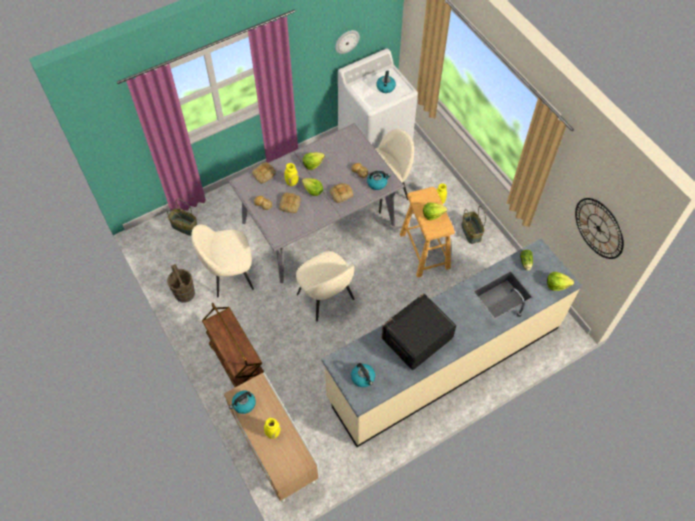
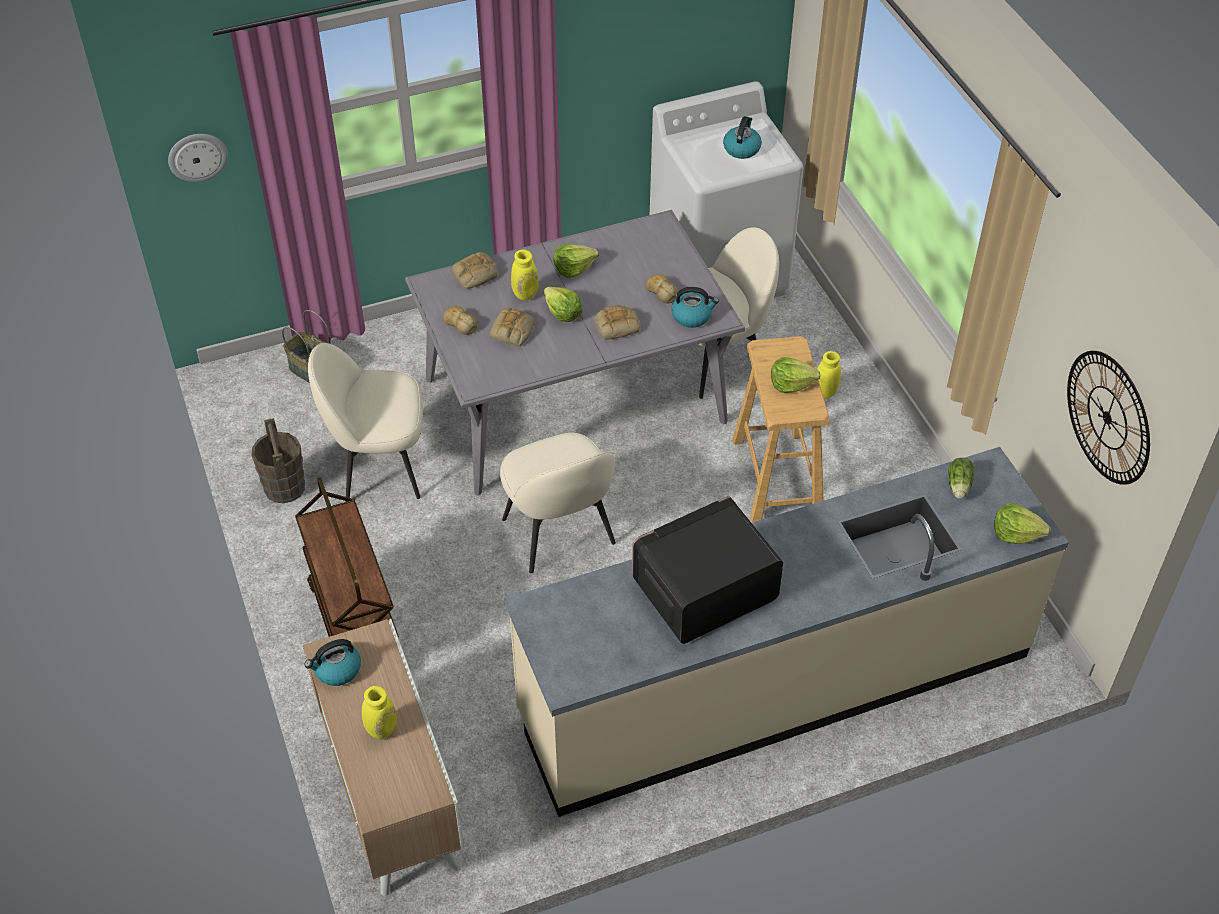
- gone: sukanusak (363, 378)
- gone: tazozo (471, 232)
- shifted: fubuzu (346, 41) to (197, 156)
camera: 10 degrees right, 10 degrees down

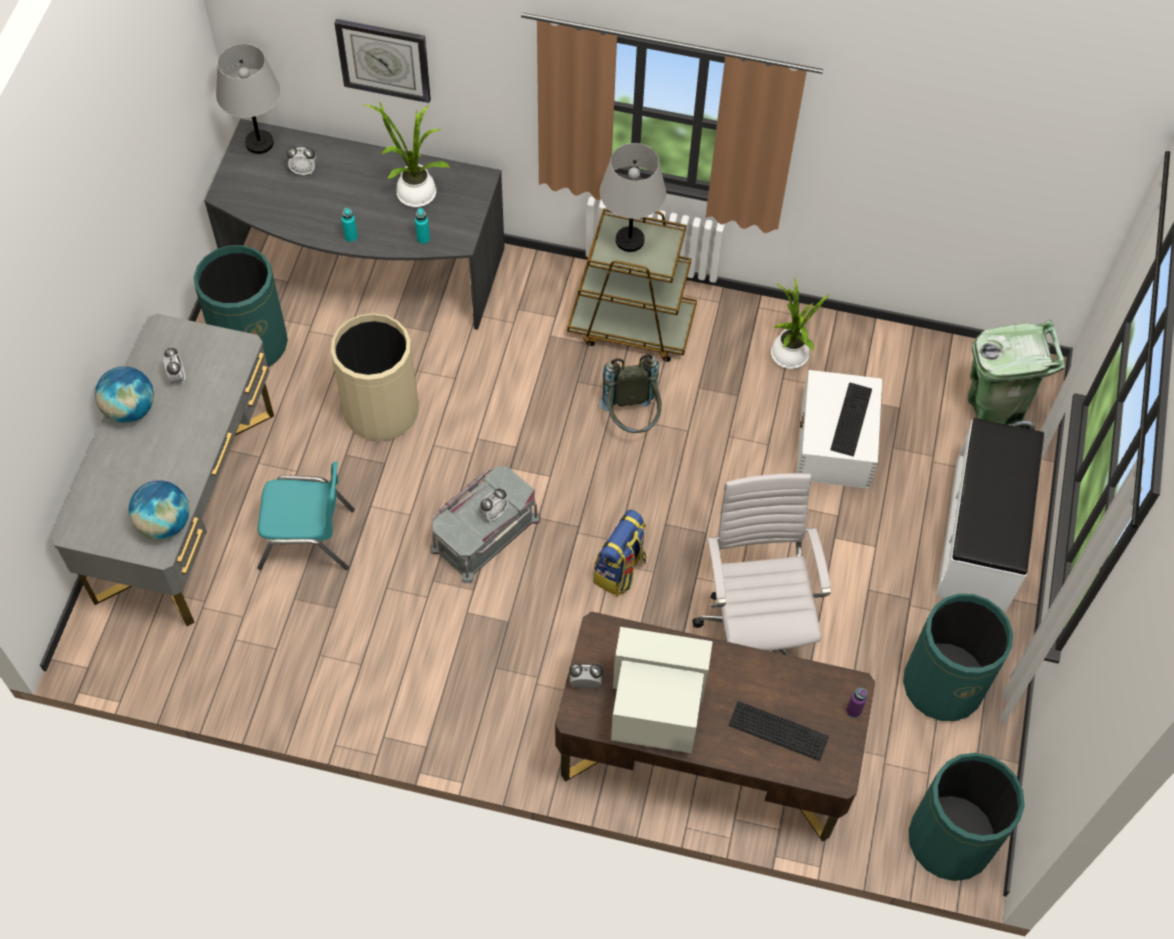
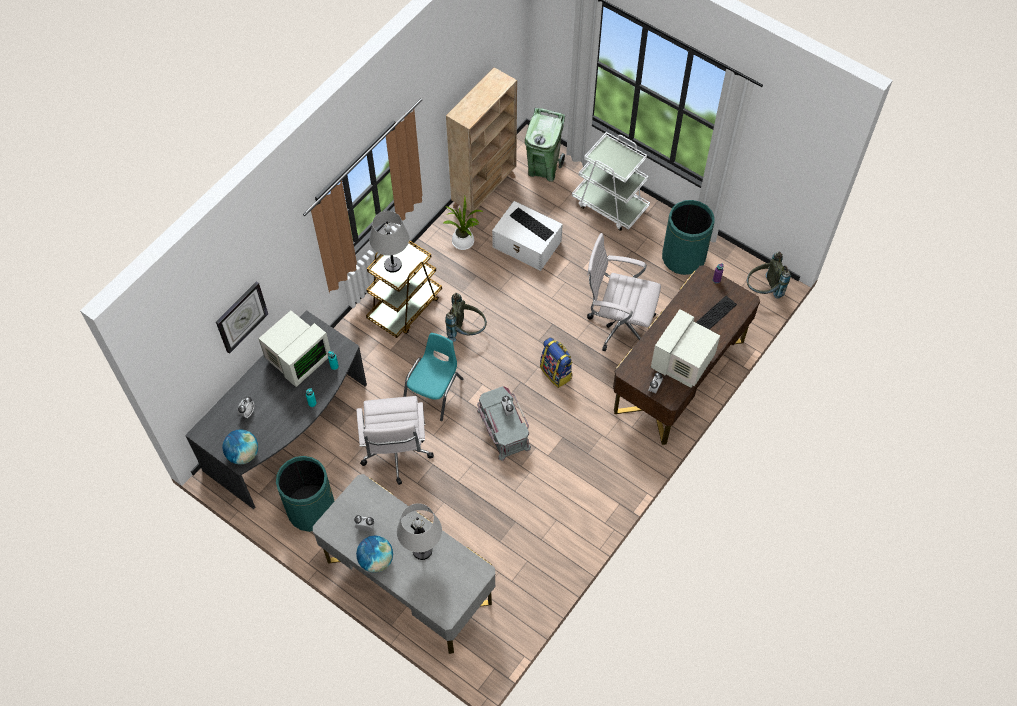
- new: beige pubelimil (485, 191)
- shifted: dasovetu (164, 523) to (243, 454)
- shifted: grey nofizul (259, 143) to (422, 550)
- shifted: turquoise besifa (307, 538) to (434, 392)
- swapped: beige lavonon (381, 411) to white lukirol (396, 454)
- swapped: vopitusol (413, 192) to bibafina (297, 360)
- swapped: green lavonon (950, 840) to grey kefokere (763, 290)
- swapped: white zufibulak (982, 535) to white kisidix (610, 205)
camera: 65 degrees left, 0 degrees up

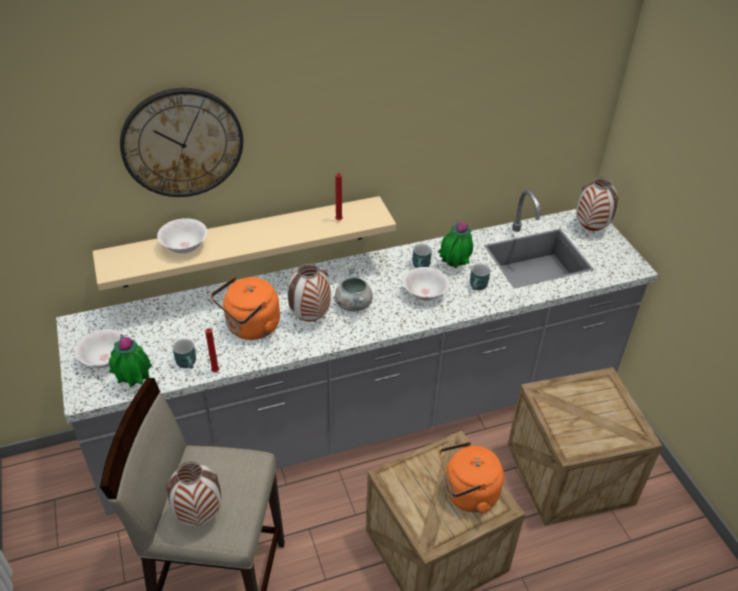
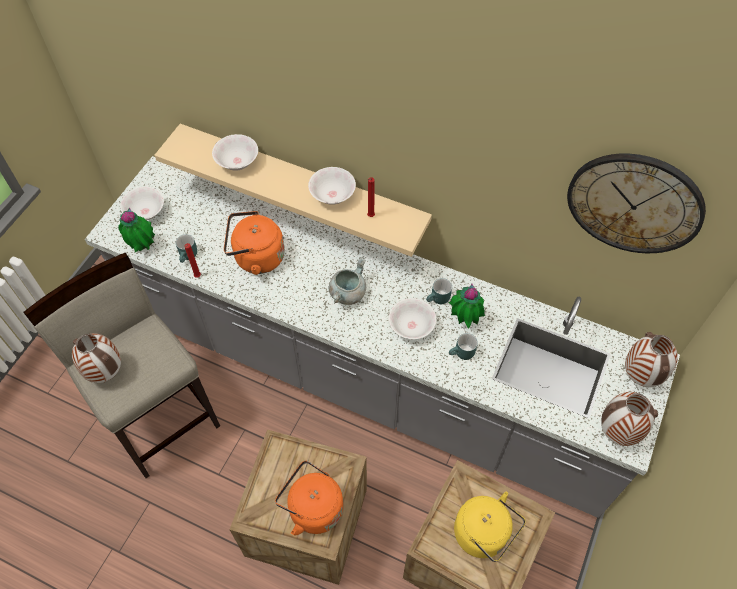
- new: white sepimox (332, 196)
- new: yellow sukanusak (484, 535)
- shifted: fubuzu (182, 143) to (634, 203)
- shifted: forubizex (310, 319) to (616, 433)
camera: 45 degrees right, 15 degrees up

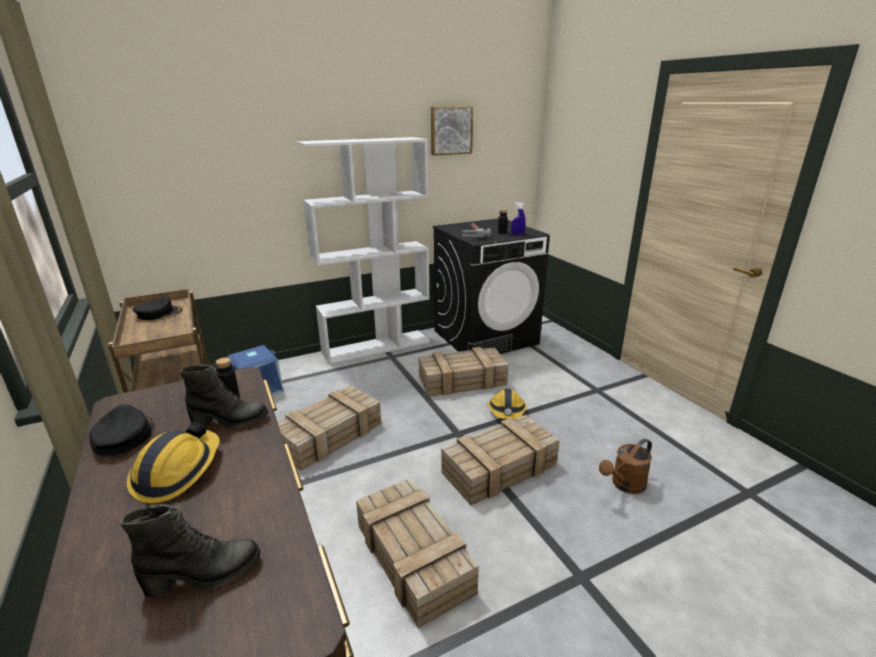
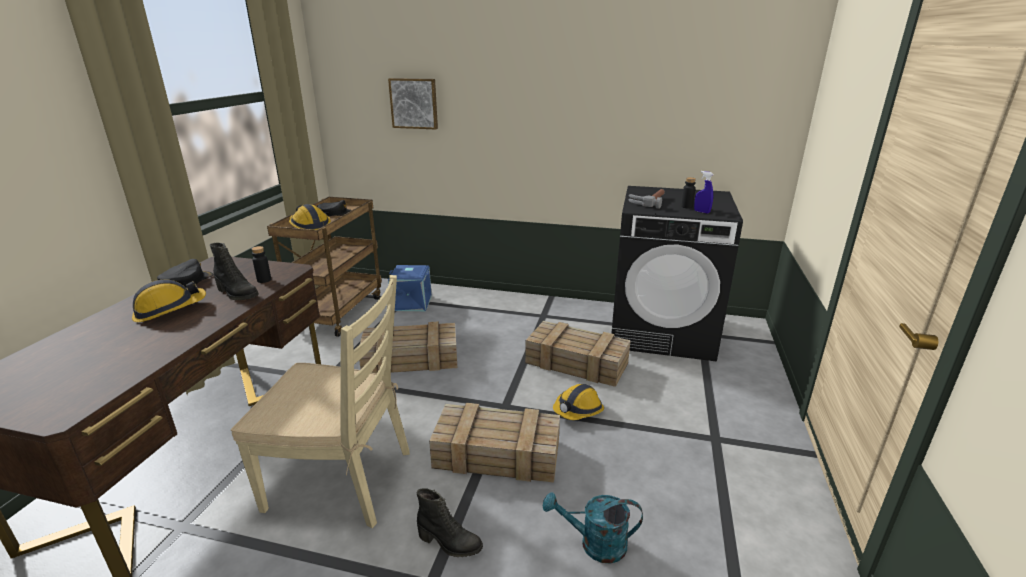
- gone: white pubelimil (376, 347)
- new: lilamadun (309, 225)
- shifted: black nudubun (204, 576) to (449, 543)
- shifted: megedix (450, 130) to (414, 103)
- swapped: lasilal (415, 559) to beige besifa (341, 479)
- repainted: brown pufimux (624, 485) to turquoise pufimux (594, 544)
camera: 40 degrees right, 0 degrees up

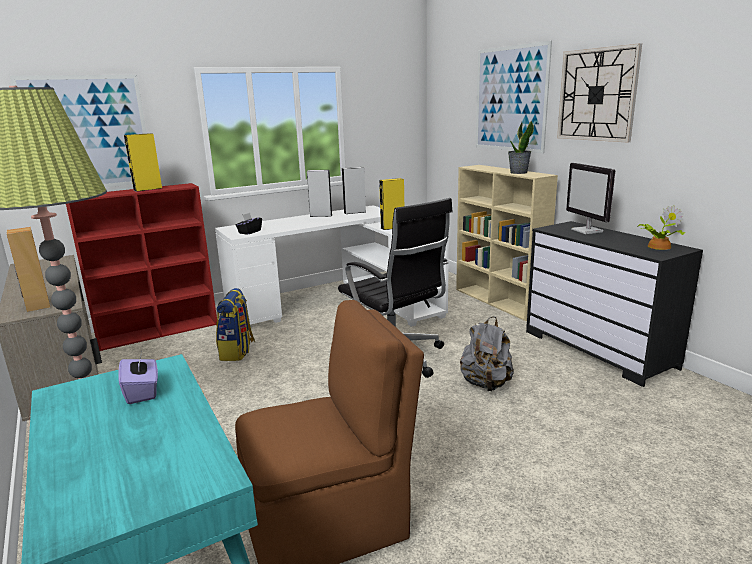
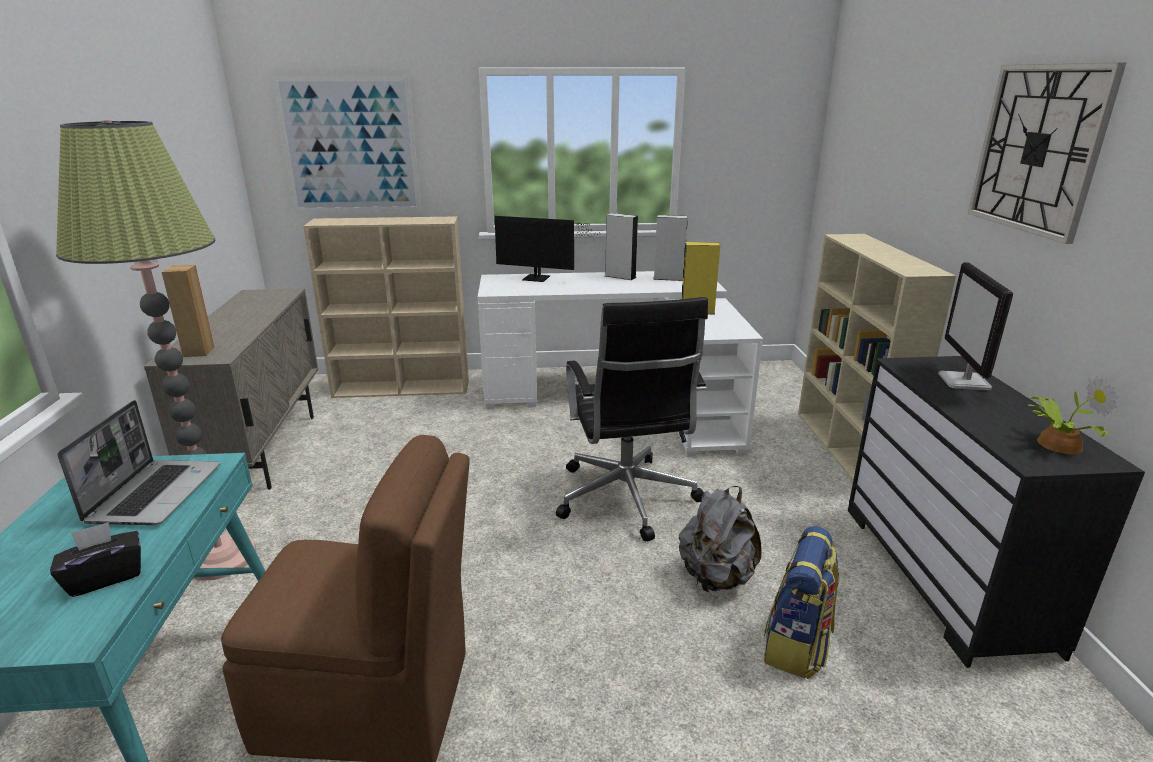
- gone: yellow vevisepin (148, 189)
- gone: megedix (510, 99)
- gone: vopitusol (518, 172)
- new: bibafina (540, 278)
- shifted: kefokere (237, 352) to (797, 646)
- shifted: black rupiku (249, 232) to (105, 577)
- swapped: purple rupiku (142, 392) to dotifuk (155, 493)
- repainted: red pubelimil (159, 331) to beige pubelimil (403, 388)
camera: 25 degrees right, 5 degrees up

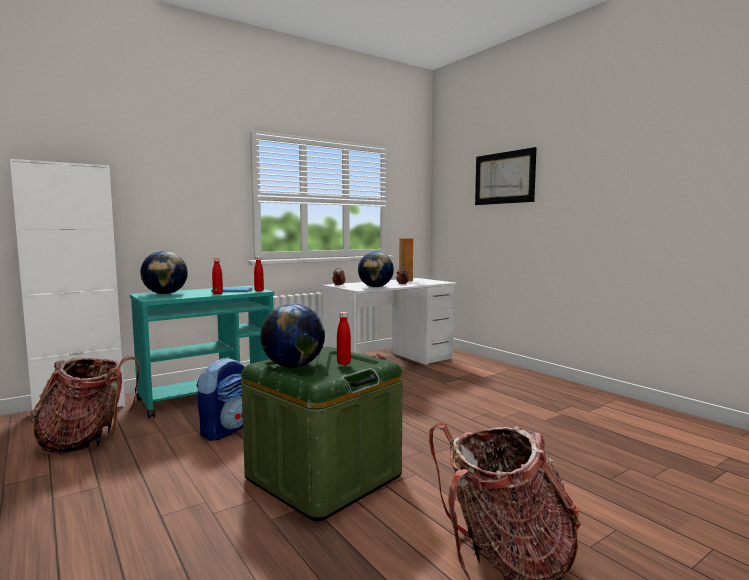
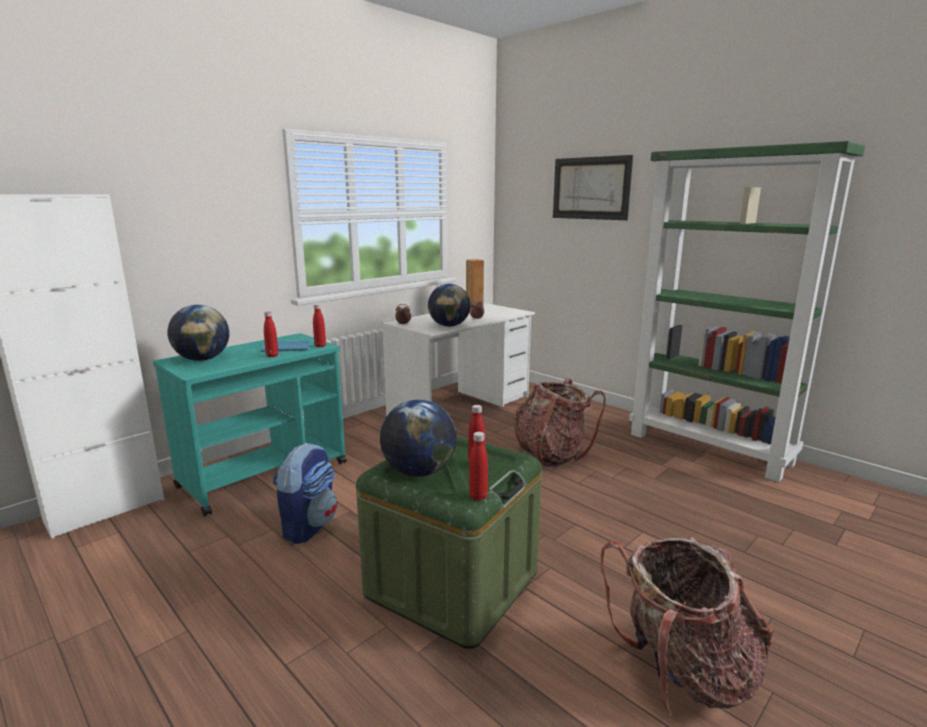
- new: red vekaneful (478, 496)
- new: green pubelimil (710, 448)
- shifted: kefokere (87, 440) to (551, 454)
camera: 10 degrees left, 10 degrees up

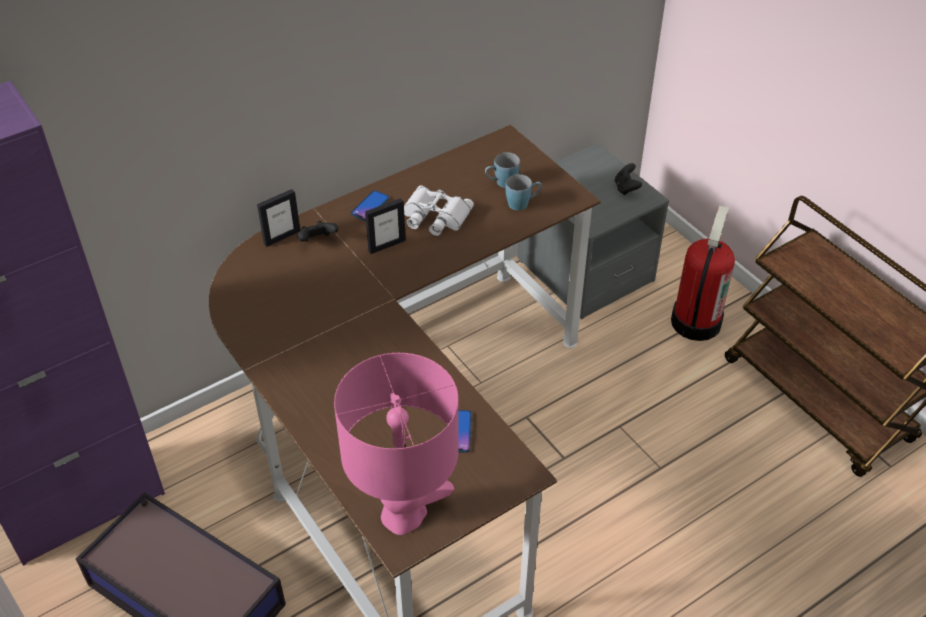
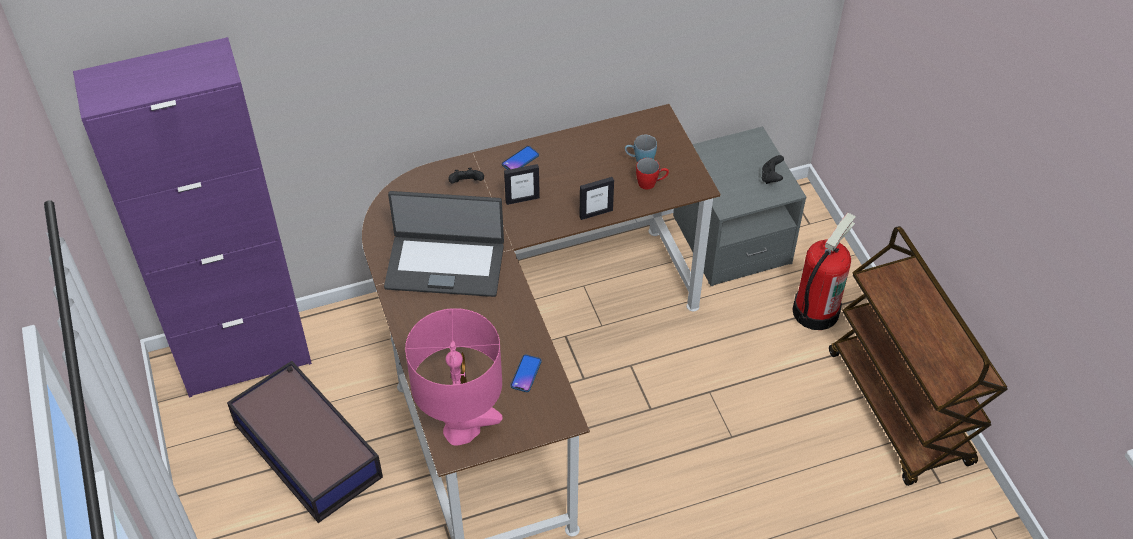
- gone: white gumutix (434, 216)
- new: dotifuk (445, 265)
- shifted: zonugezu (282, 237) to (596, 213)
- repainted: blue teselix (522, 203) to red teselix (651, 183)
camera: 15 degrees right, 5 degrees up

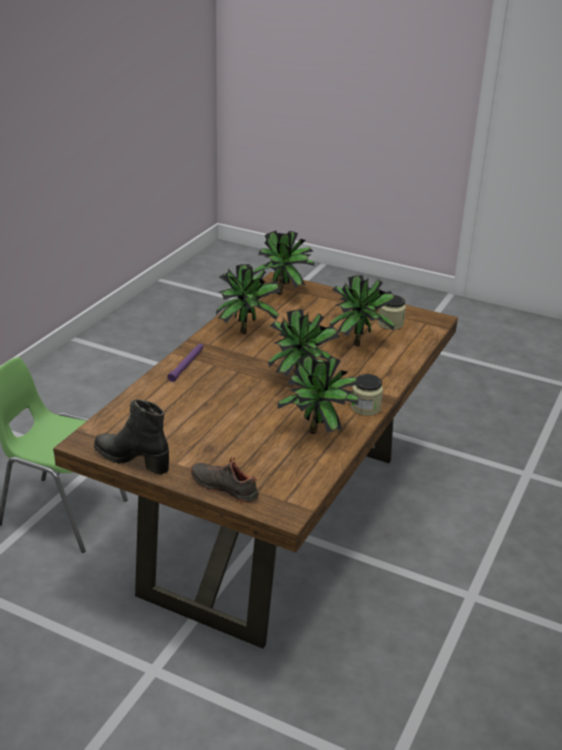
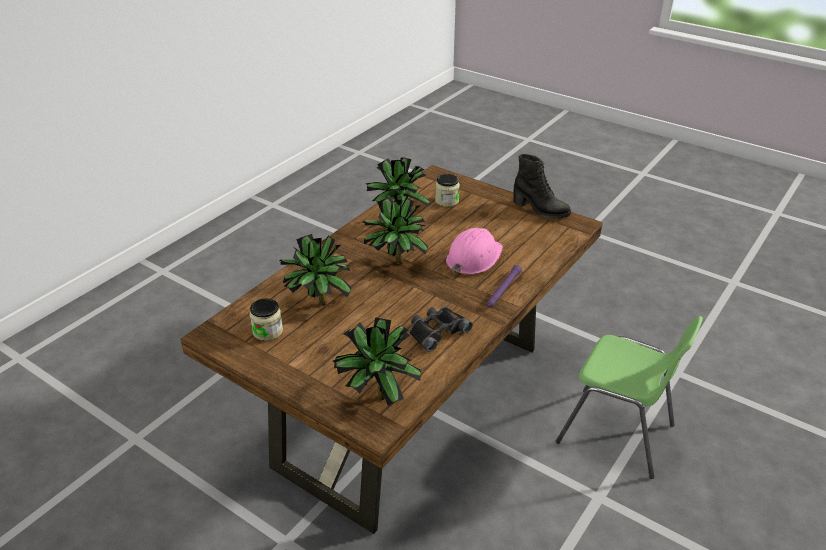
- gone: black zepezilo (225, 487)
- new: pink lilamadun (473, 257)
- shifted: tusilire (366, 408) to (447, 201)
- swapped: vopitusol (247, 331) to black gumutix (436, 331)
camera: 170 degrees left, 5 degrees up

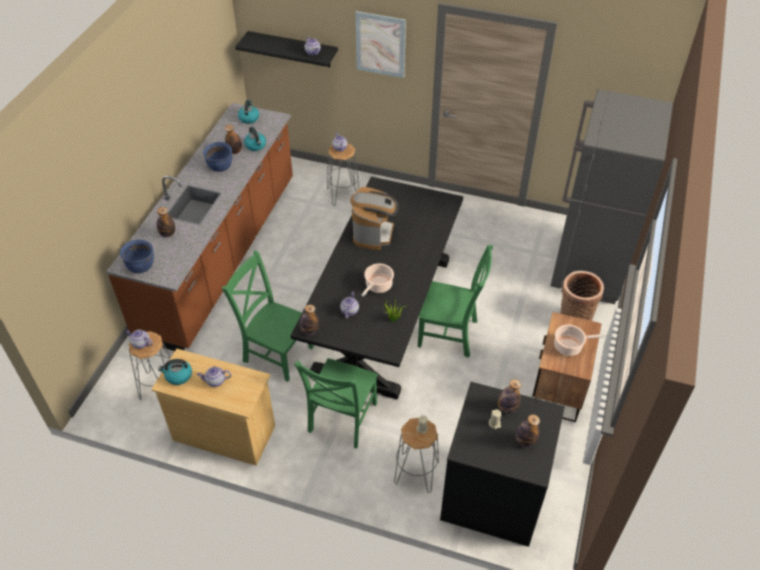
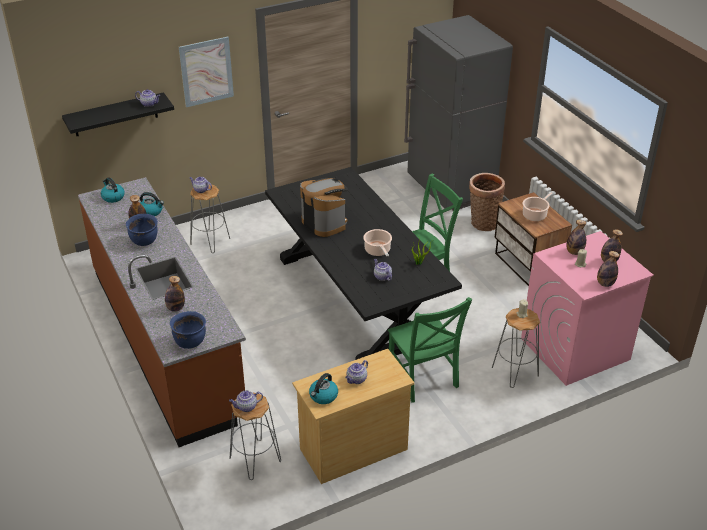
- gone: green besifa (276, 352)
- shifted: vekaneful (309, 331) to (605, 284)
- repainted: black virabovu (492, 495) to pink virabovu (574, 349)
camera: 45 degrees left, 10 degrees down

